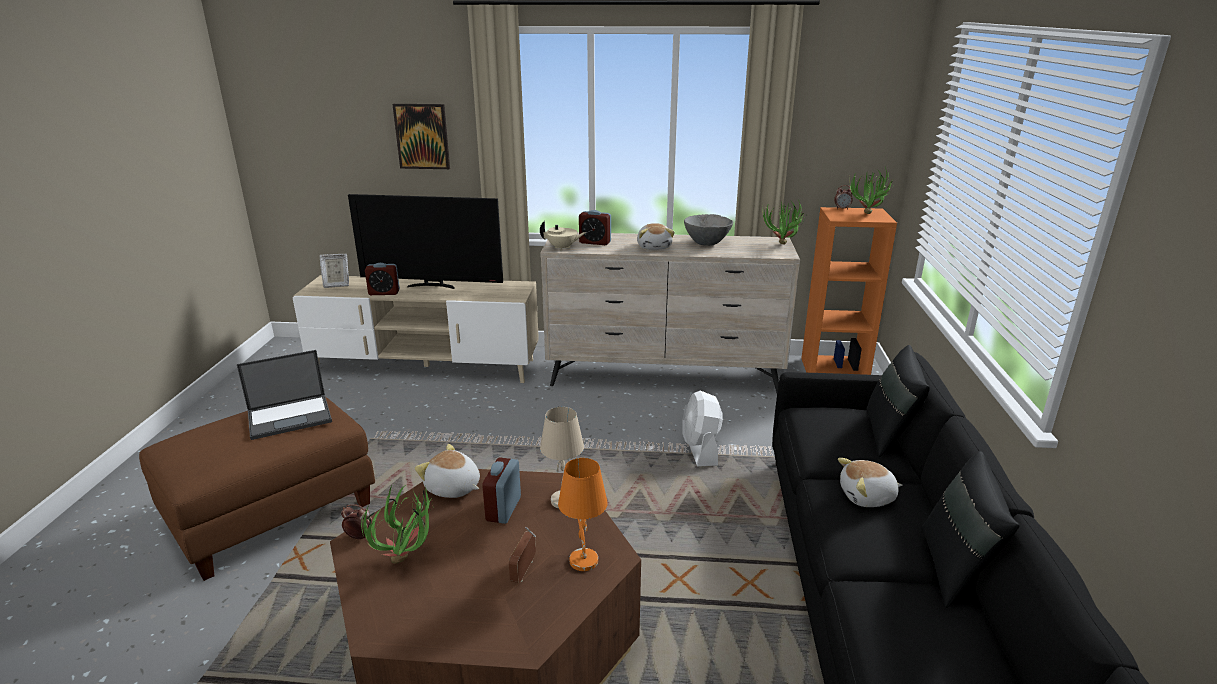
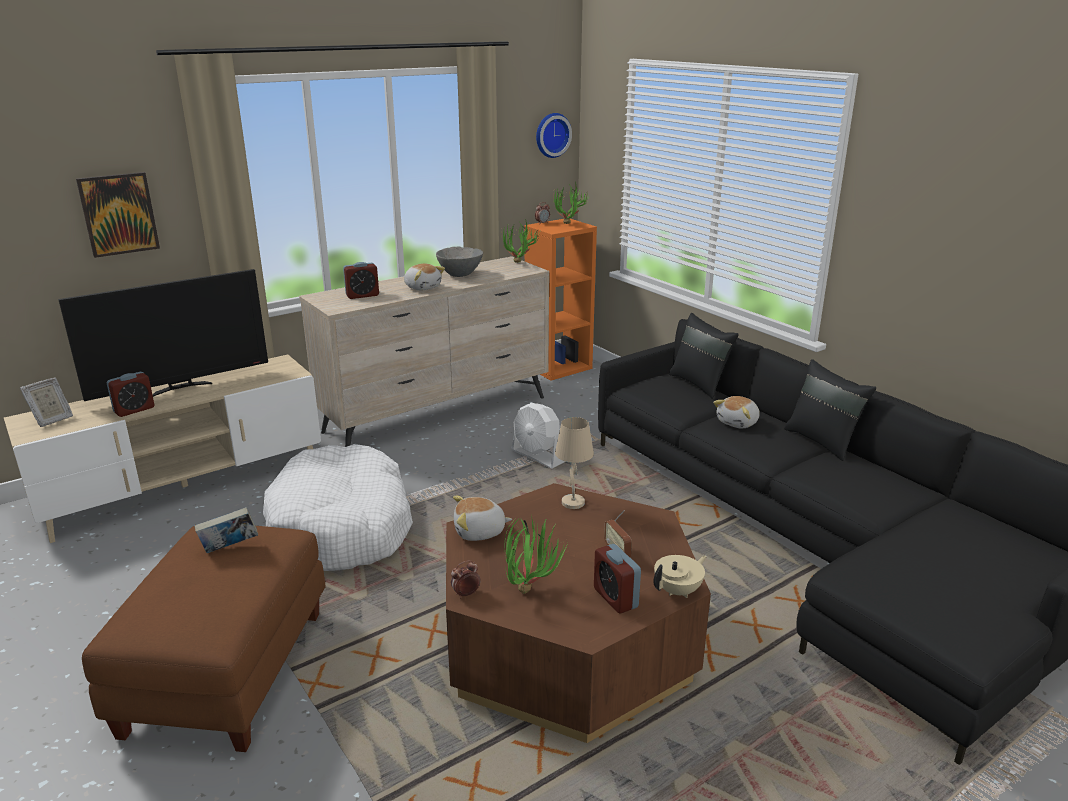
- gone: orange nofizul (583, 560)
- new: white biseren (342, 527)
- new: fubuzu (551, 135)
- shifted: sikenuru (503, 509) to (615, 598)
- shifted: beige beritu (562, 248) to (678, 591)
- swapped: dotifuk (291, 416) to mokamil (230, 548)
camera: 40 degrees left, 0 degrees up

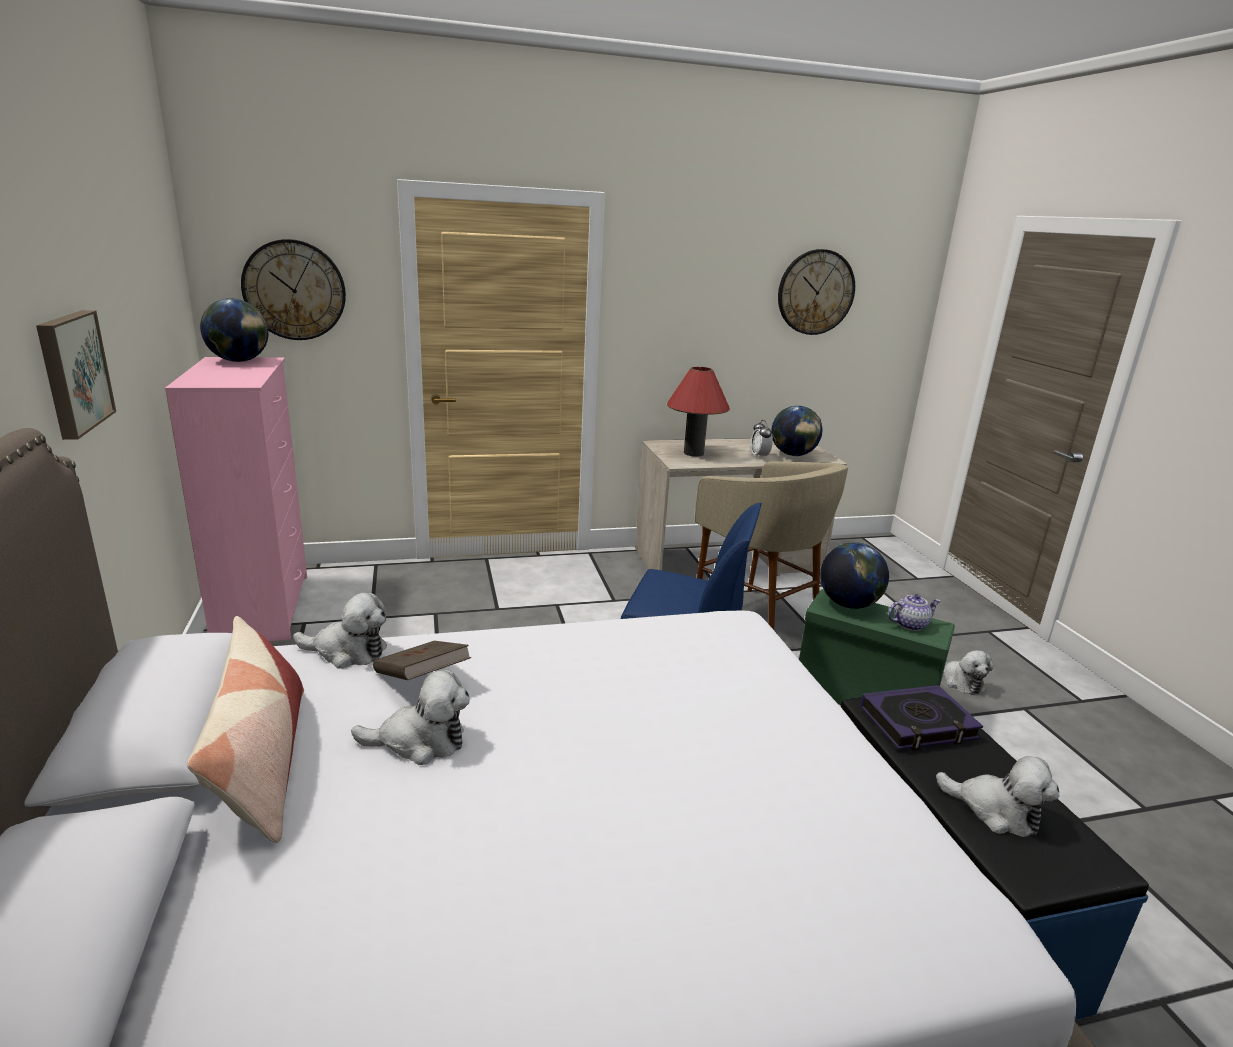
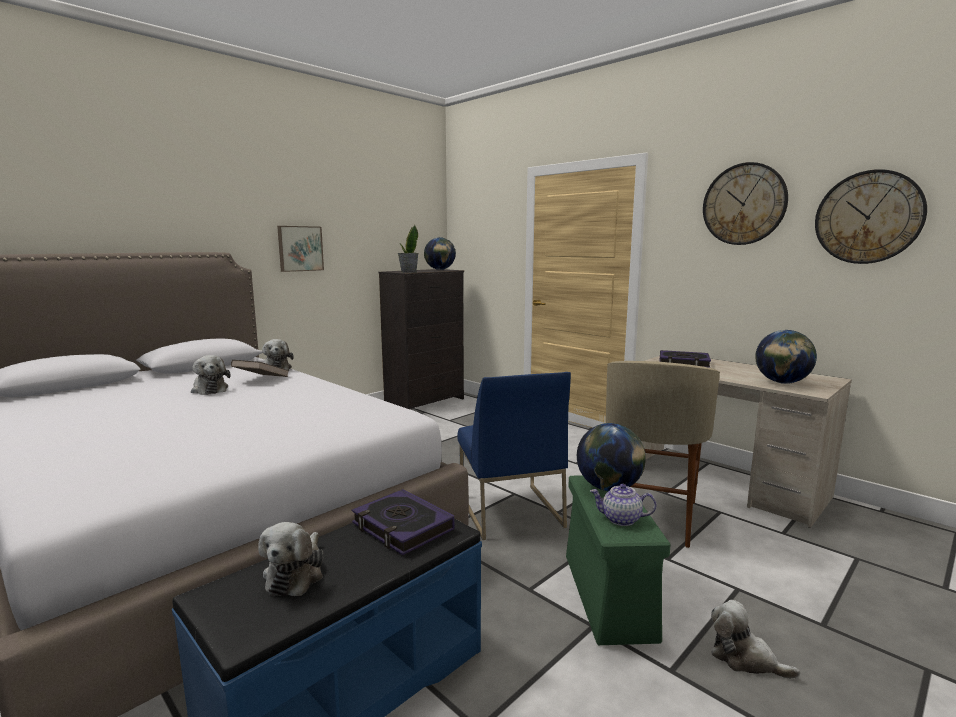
- gone: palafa (261, 763)
- gone: sikenuru (759, 456)
- new: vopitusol (408, 272)
- shifted: fubuzu (294, 290) to (744, 204)
- swapped: red nofizul (693, 453) to mokamil (683, 363)
- repainted: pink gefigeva (264, 608) to black gefigeva (426, 402)
- rotated: beritu (910, 624) = (621, 519) 150 degrees clockwise
- rotated: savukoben (960, 681) = (745, 658) 90 degrees clockwise
camera: 60 degrees right, 10 degrees down

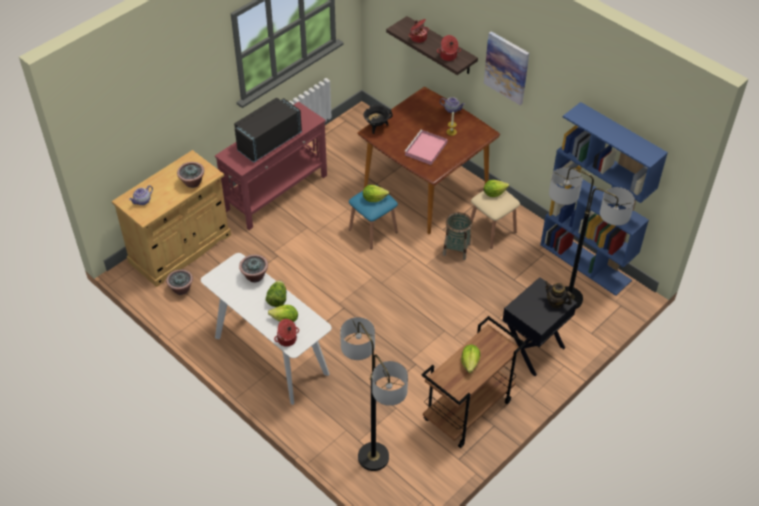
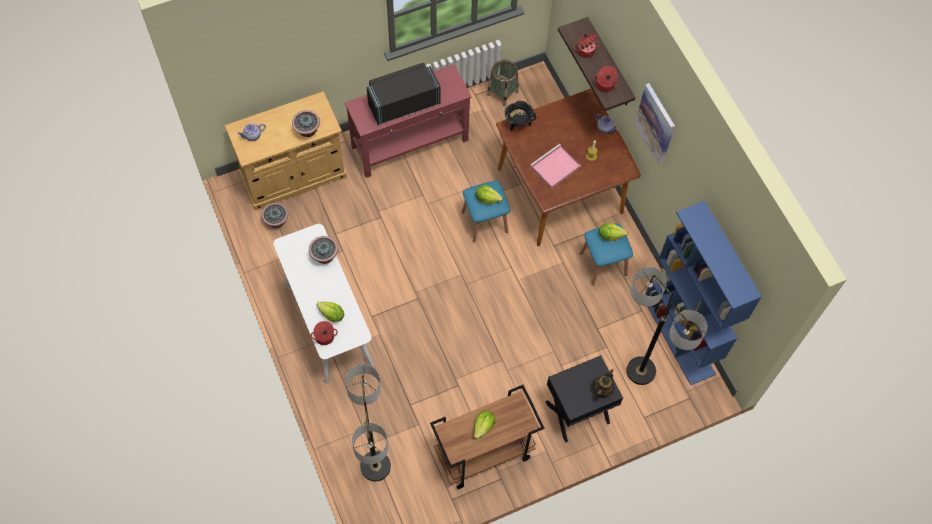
- gone: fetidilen (277, 299)
- shifted: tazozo (456, 249) to (502, 93)
- repainted: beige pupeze (492, 230) to blue pupeze (603, 264)
- rotated: beritu (555, 302) = (602, 390) 60 degrees clockwise
camera: 20 degrees right, 15 degrees up

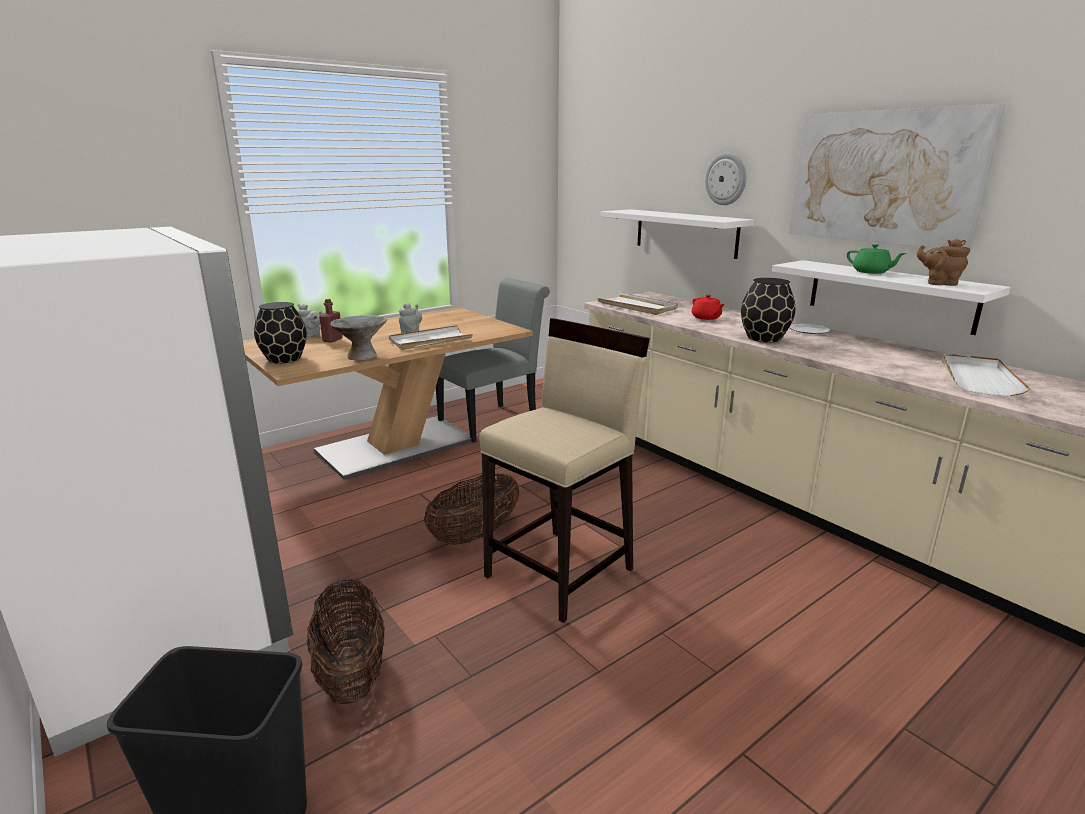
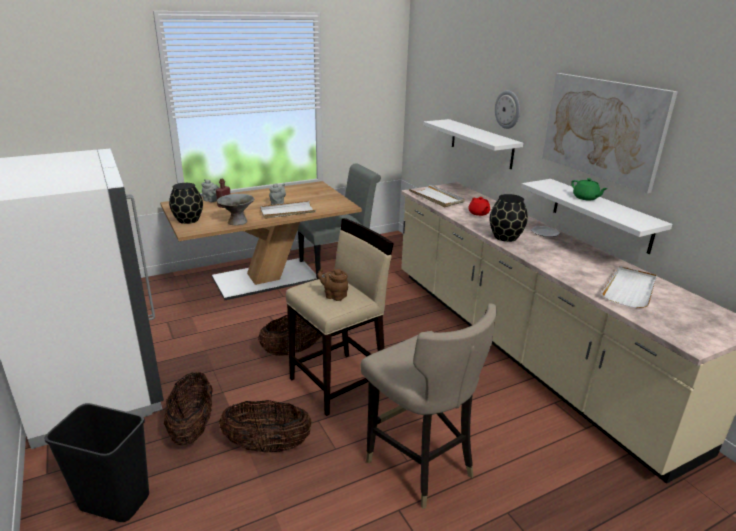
- new: tazozo (267, 446)
- new: beige pupeze (419, 465)
- shifted: brown beritu (939, 283) to (334, 296)
camera: 10 degrees right, 5 degrees up

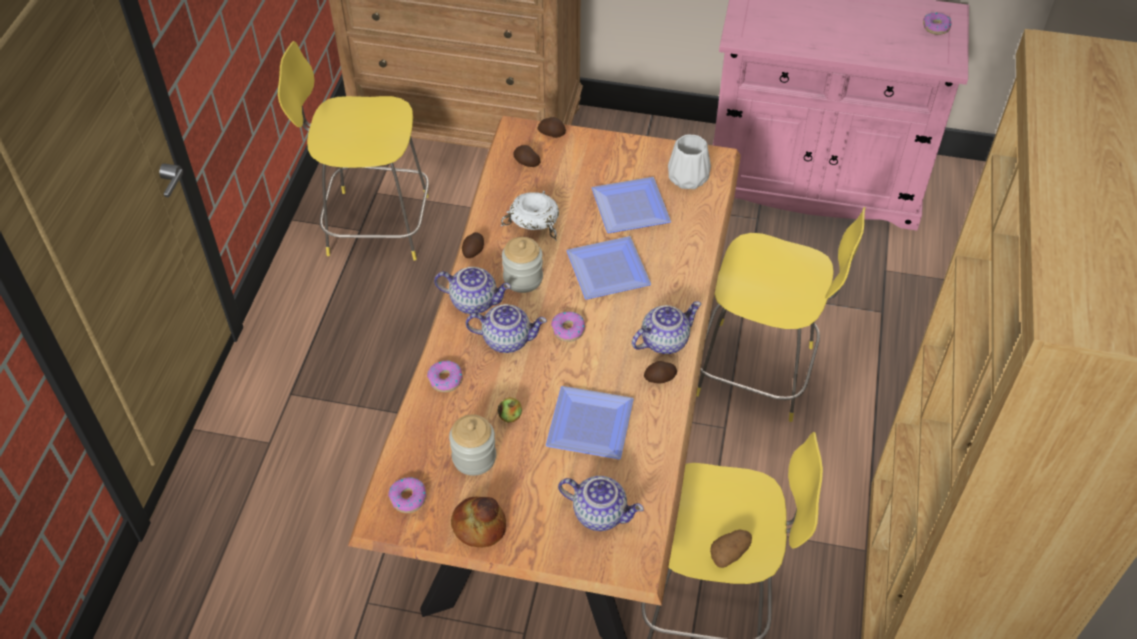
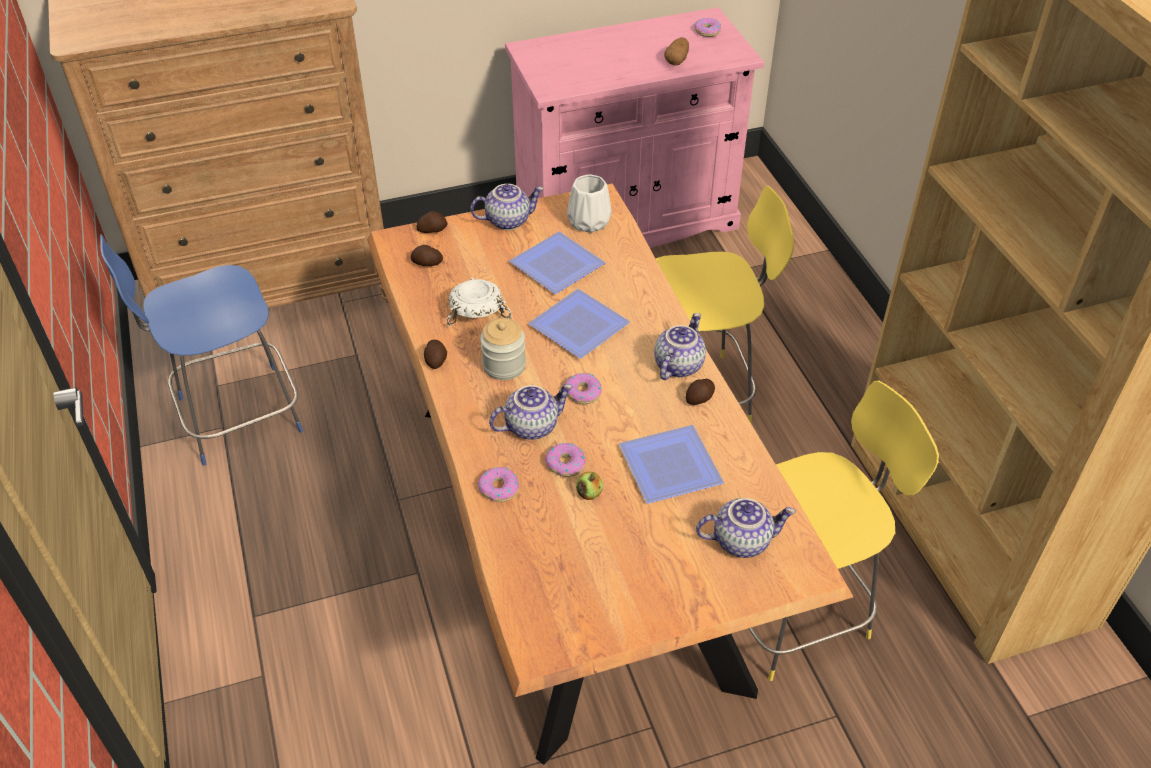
- gone: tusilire (474, 457)
- gone: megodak (478, 526)
- shifted: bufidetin (408, 498) to (565, 464)
- shifted: beritu (474, 301) to (508, 220)
- shifted: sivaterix (730, 553) to (677, 60)
- repainted: yellow pupeze (373, 225) to blue pupeze (235, 416)
camera: 30 degrees left, 5 degrees down

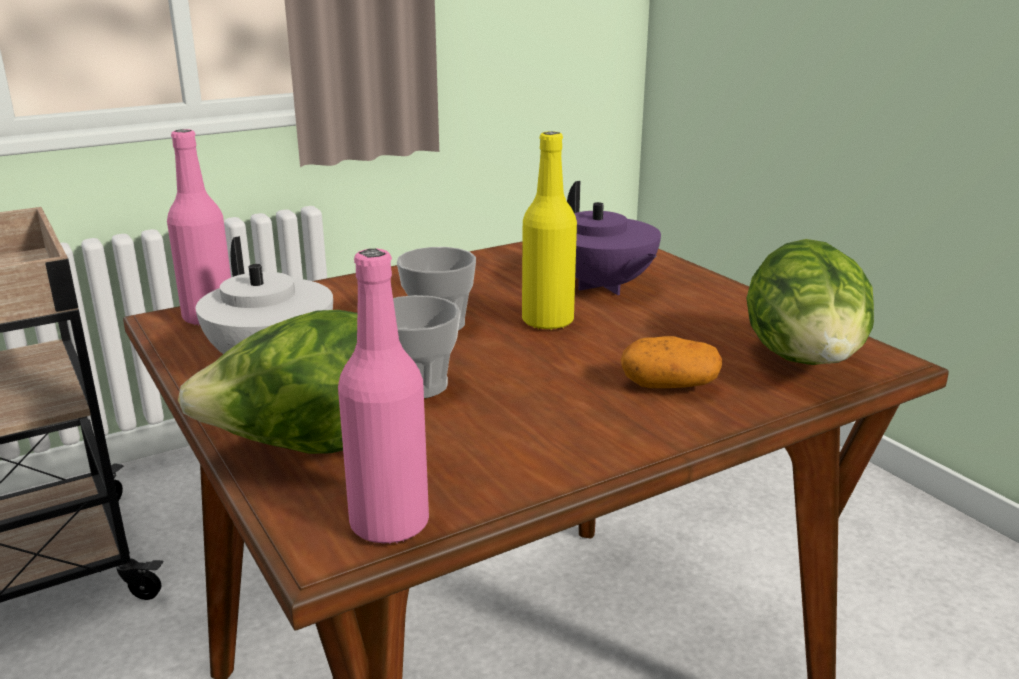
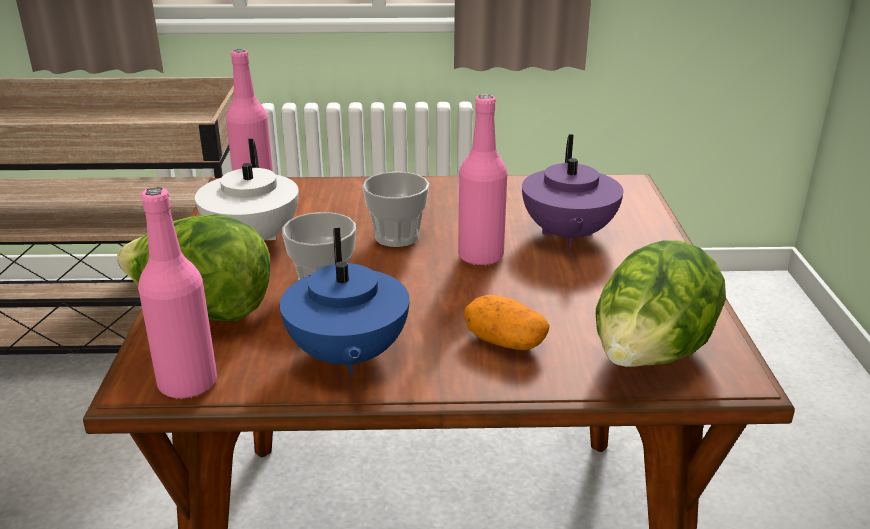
- new: blue beritu (347, 357)
- repainted: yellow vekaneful (547, 321) to pink vekaneful (480, 256)
camera: 30 degrees right, 5 degrees up

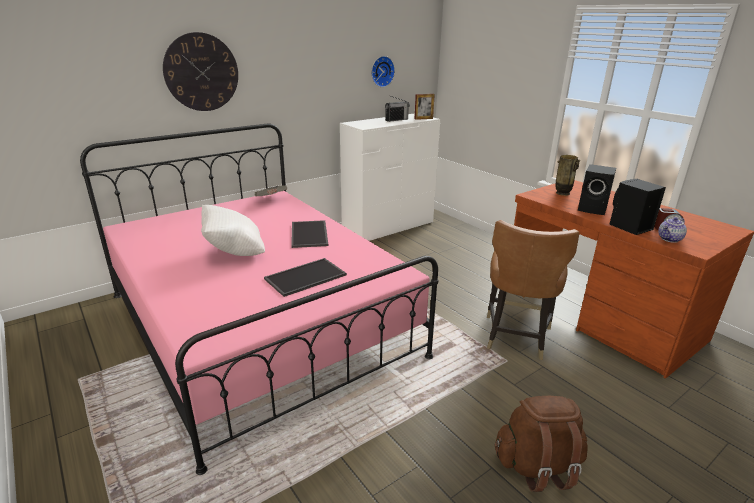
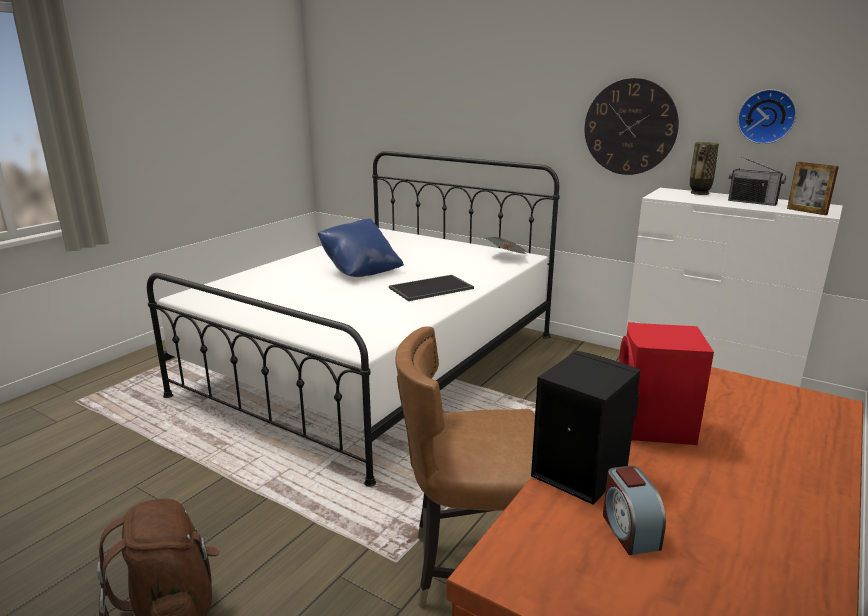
- gone: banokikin (305, 277)
- gone: beritu (670, 239)
- shifted: fubuzu (201, 72) to (630, 127)
- shifted: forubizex (562, 193) to (699, 193)
- repainted: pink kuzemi (259, 324) to white kuzemi (375, 363)
- repainted: white palafa (234, 252) to blue palafa (360, 271)
- repainted: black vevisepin (593, 209) to red vevisepin (654, 428)
camera: 70 degrees right, 5 degrees down

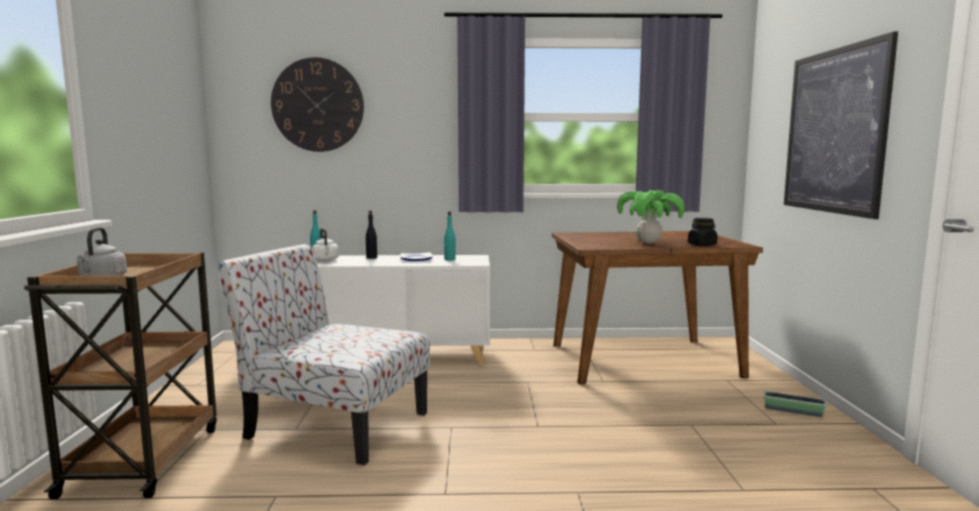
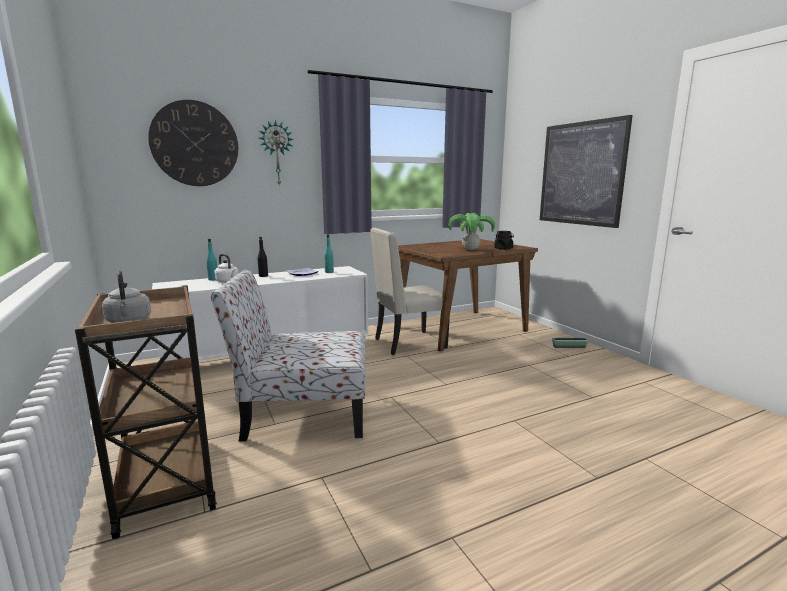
- new: fubuzu (276, 153)
- new: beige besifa (408, 343)
camera: 25 degrees left, 5 degrees up

